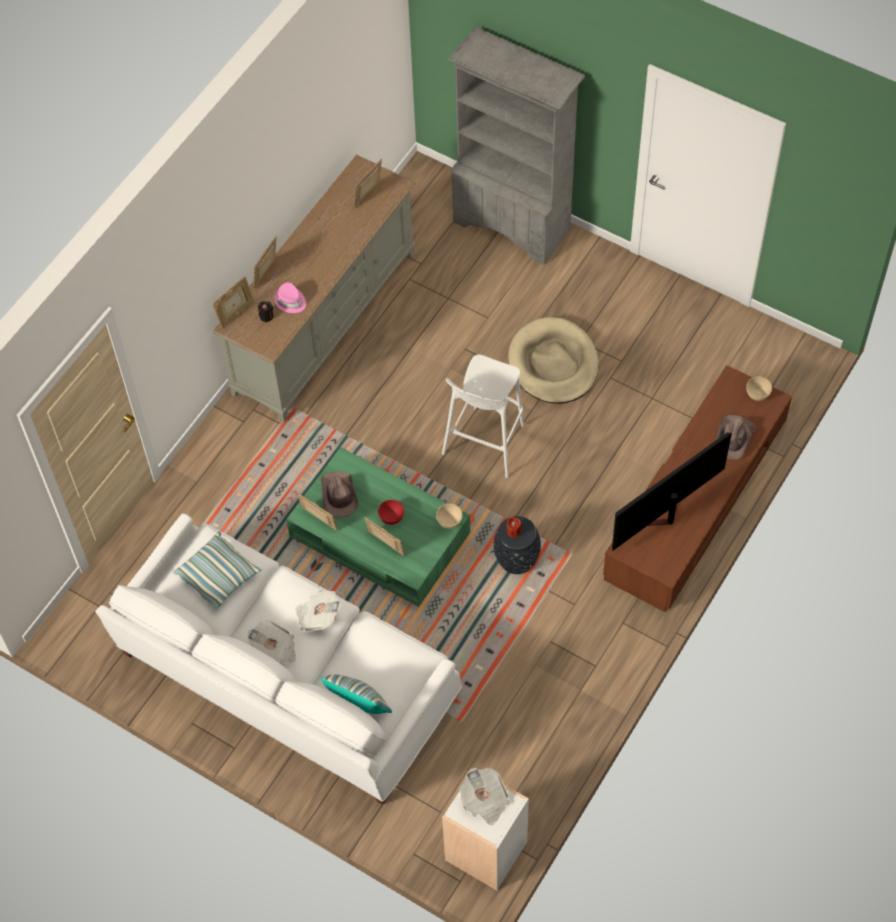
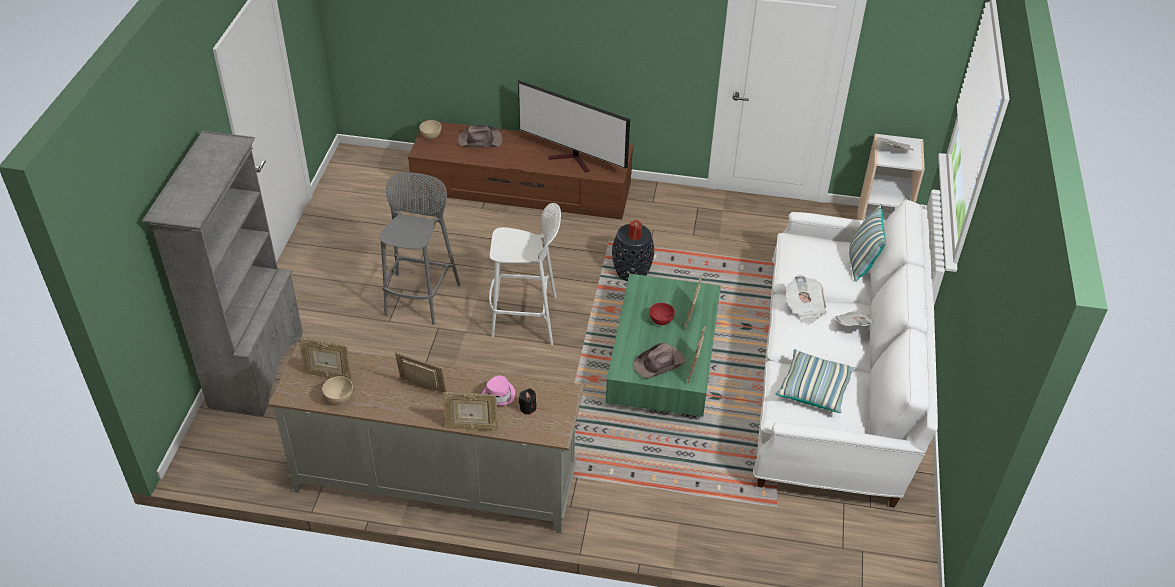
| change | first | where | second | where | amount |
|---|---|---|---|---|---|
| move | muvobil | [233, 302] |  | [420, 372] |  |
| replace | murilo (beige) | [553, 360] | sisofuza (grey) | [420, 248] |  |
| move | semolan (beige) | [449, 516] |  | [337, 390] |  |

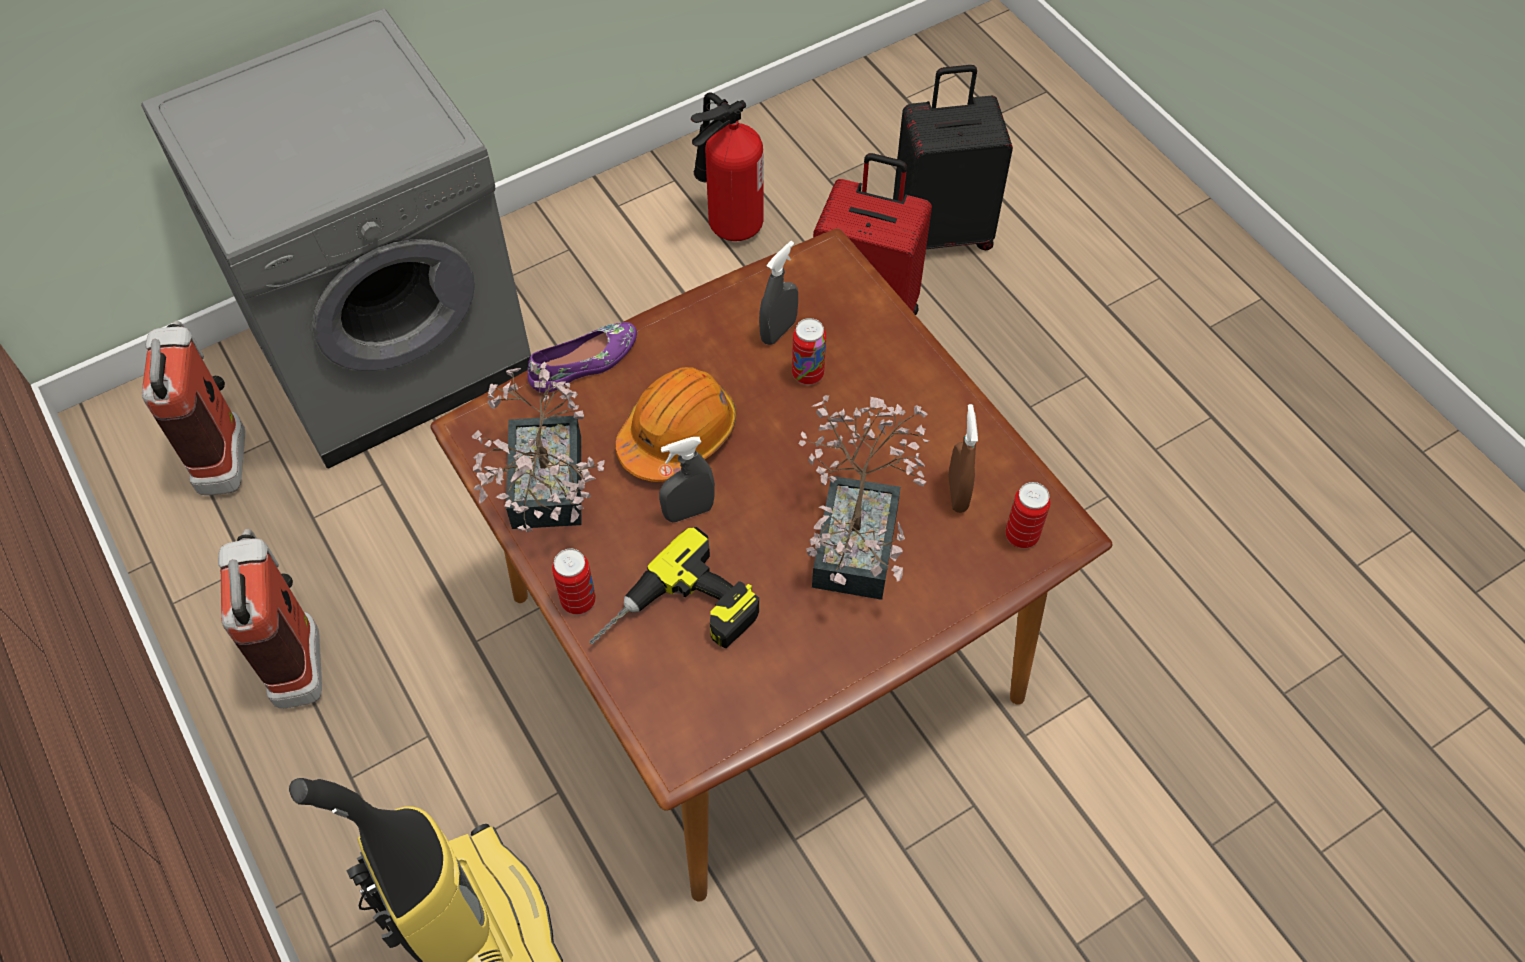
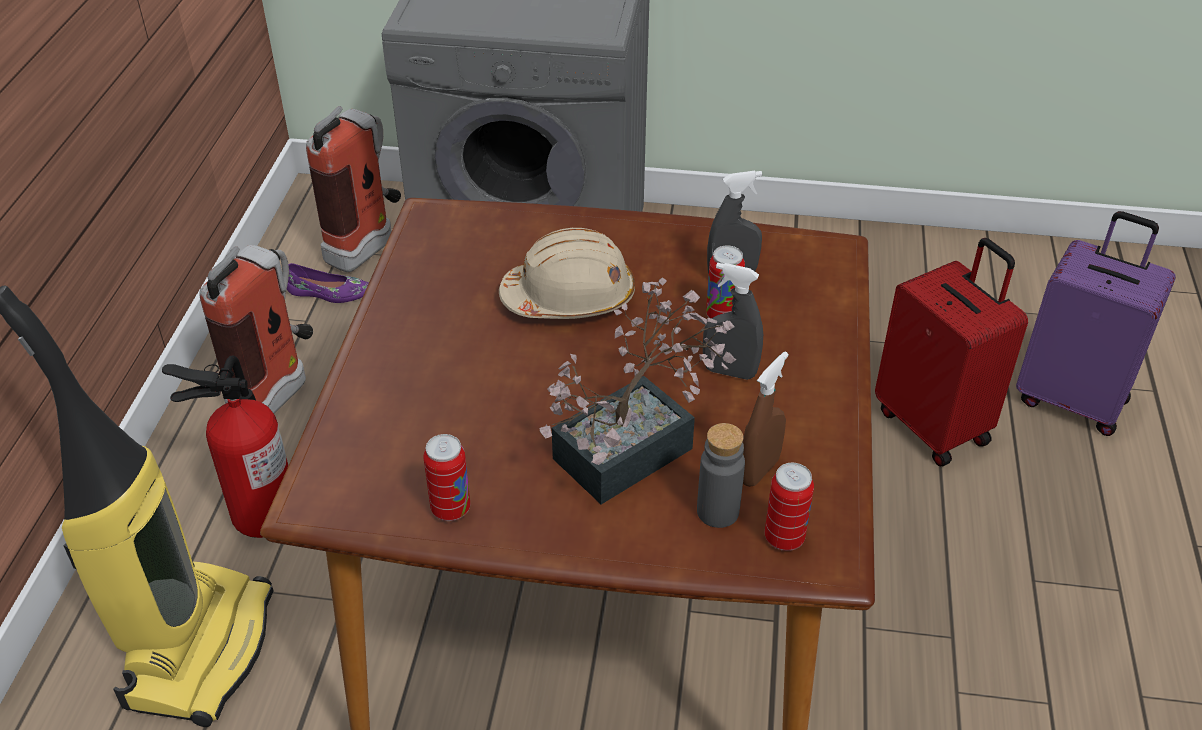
| change | first | where | second | where | amount |
|---|---|---|---|---|---|
| recolor | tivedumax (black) | [953, 157] | tivedumax (purple) | [1096, 323] |  |
| move | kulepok | [727, 167] |  | [225, 446] |  |
| move | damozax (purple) | [582, 357] |  | [328, 283] |  |
| delete | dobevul | [538, 447] |  |  |  |
| recolor | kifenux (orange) | [676, 424] | kifenux (beige) | [567, 273] |  |
| move | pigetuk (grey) | [687, 479] |  | [733, 321] |  |
| delete | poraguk | [674, 587] |  |  |  |
| move | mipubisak | [574, 582] |  | [446, 477] |  |
| insert |  |  | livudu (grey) | [721, 475] |  |

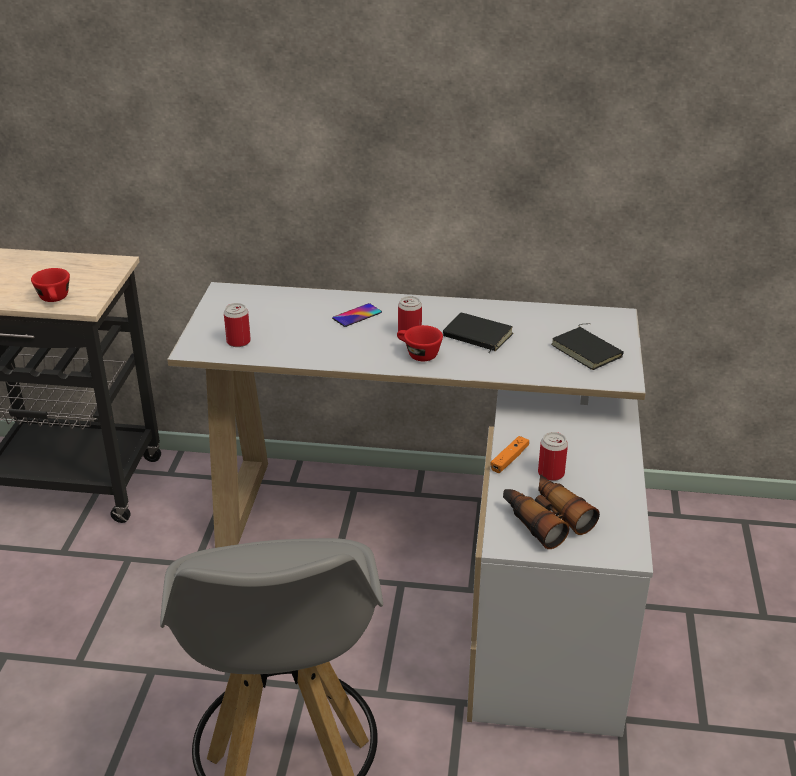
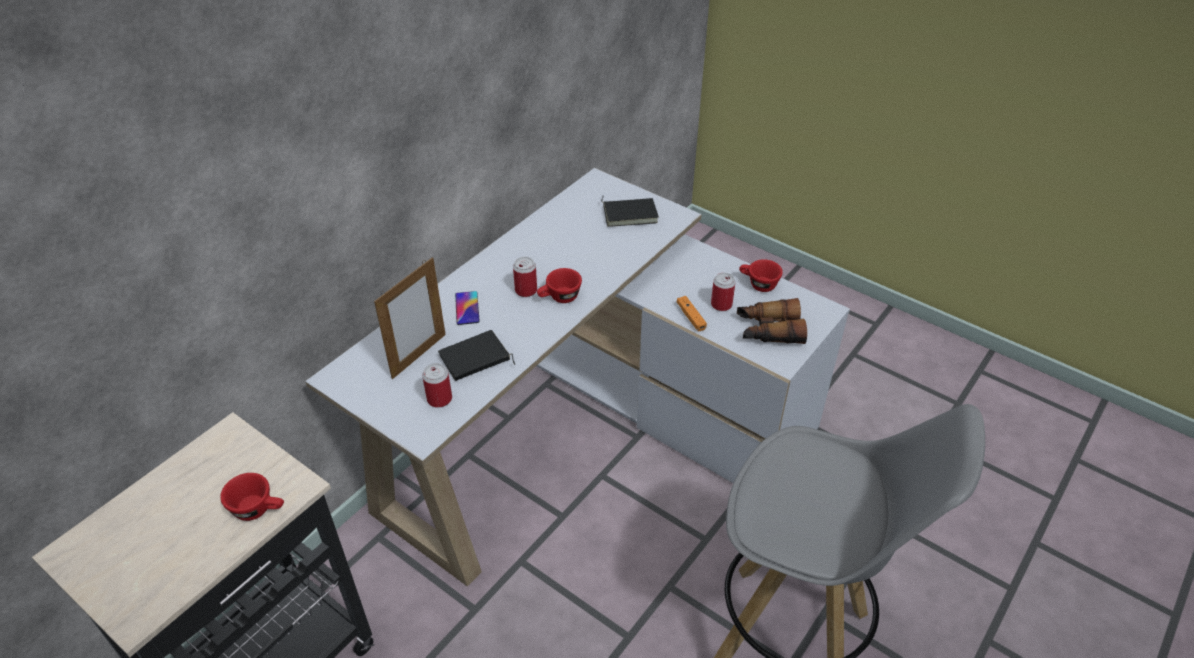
| change | first | where | second | where | amount |
|---|---|---|---|---|---|
| move | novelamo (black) | [478, 333] |  | [477, 355] |  |
| insert |  |  | muvobil | [410, 318] |  |
| insert |  |  | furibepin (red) | [761, 275] |  |

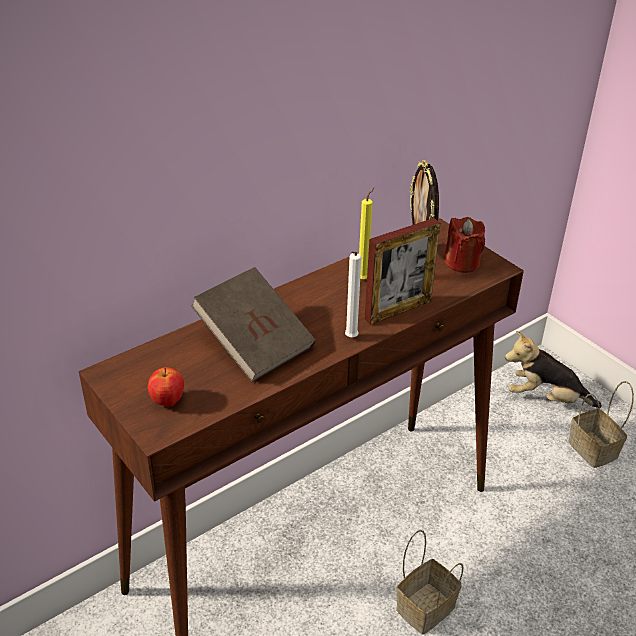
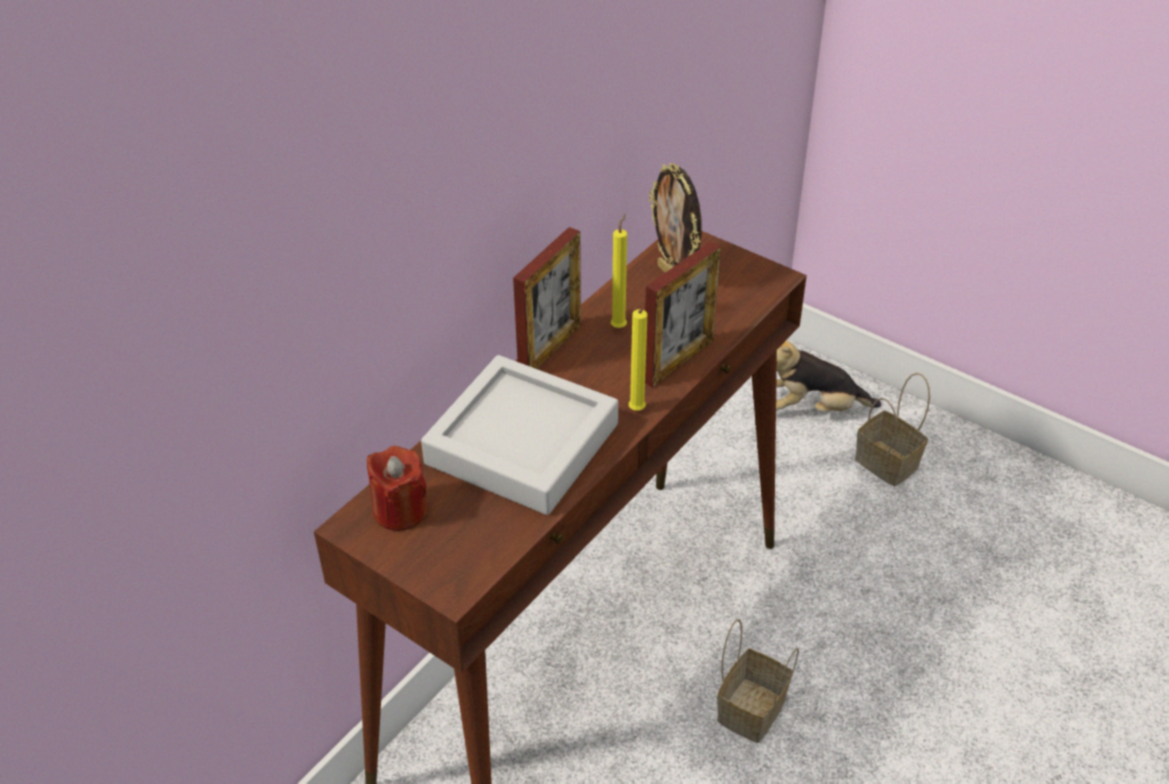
| change | first | where | second | where | amount |
|---|---|---|---|---|---|
| move | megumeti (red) | [464, 245] |  | [397, 488] |  |
| recolor | megumeti (white) | [353, 295] | megumeti (yellow) | [637, 360] |  |
| replace | novelamo (brown) | [253, 324] | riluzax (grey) | [519, 435] |  |
| delete | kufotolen | [166, 387] |  |  |  |
| insert |  |  | muvobil | [547, 298] |  |

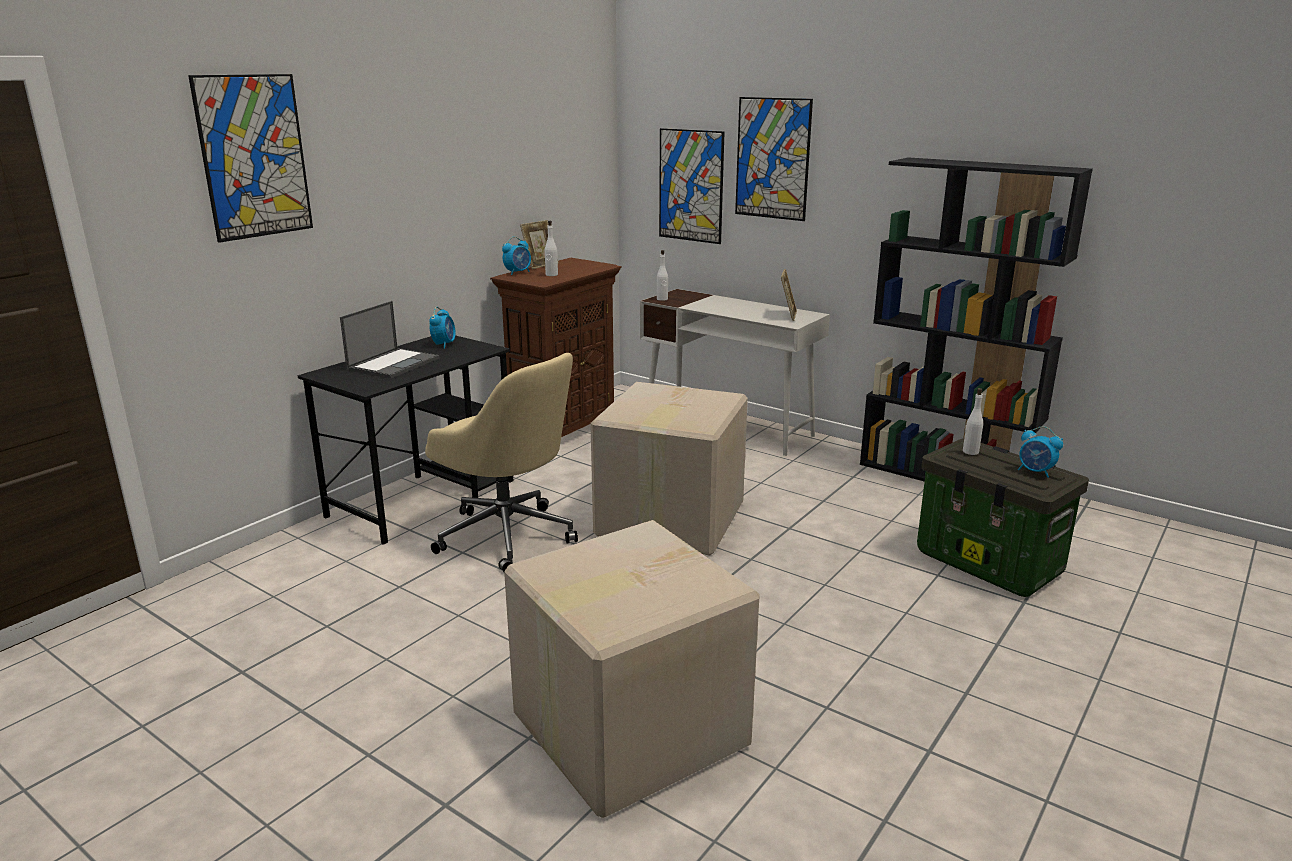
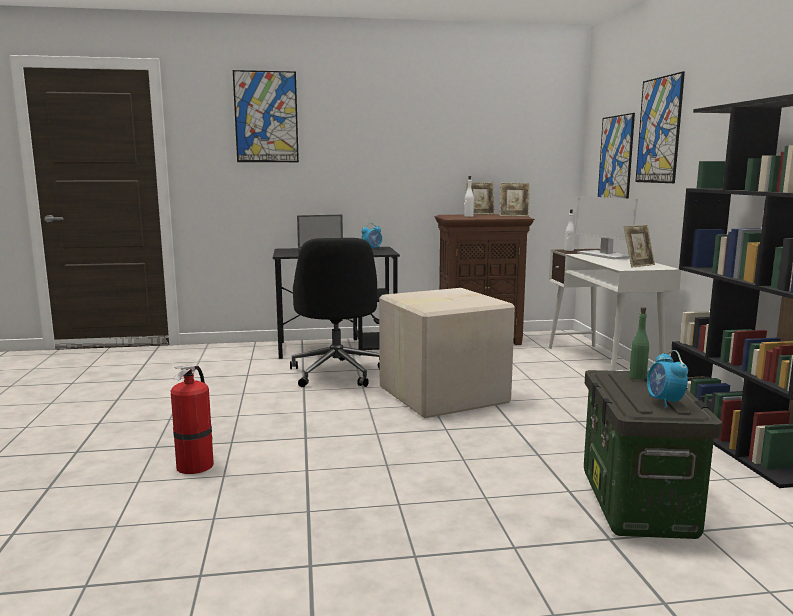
| change | first | where | second | where | amount |
|---|---|---|---|---|---|
| delete | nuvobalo | [516, 256] |  |  |  |
| recolor | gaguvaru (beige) | [501, 462] | gaguvaru (black) | [335, 312] |  |
| recolor | livudu (white) | [973, 421] | livudu (green) | [639, 343] |  |
| replace | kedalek | [632, 669] | kulepok | [192, 420] |  |
| insert |  |  | muvobil | [514, 200] |  |
| insert |  |  | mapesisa | [605, 227] |  |

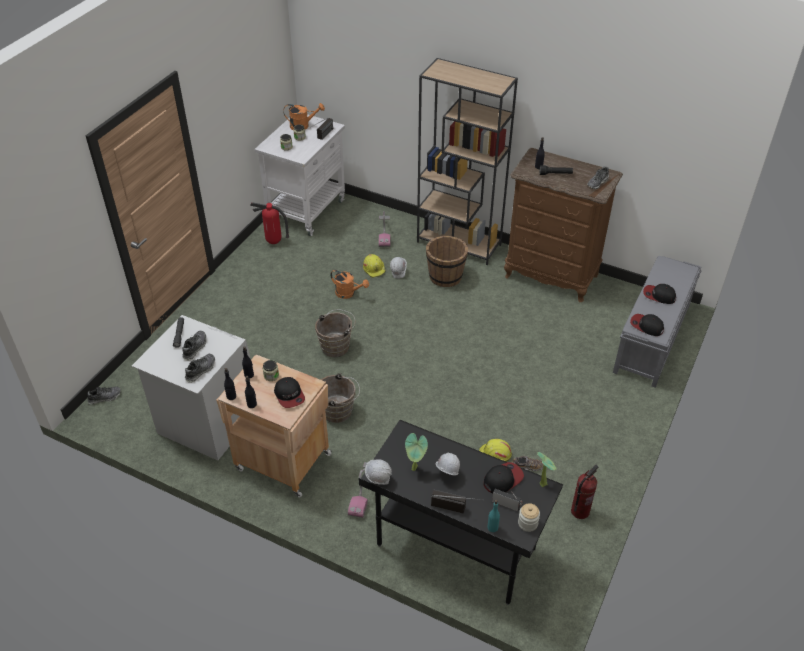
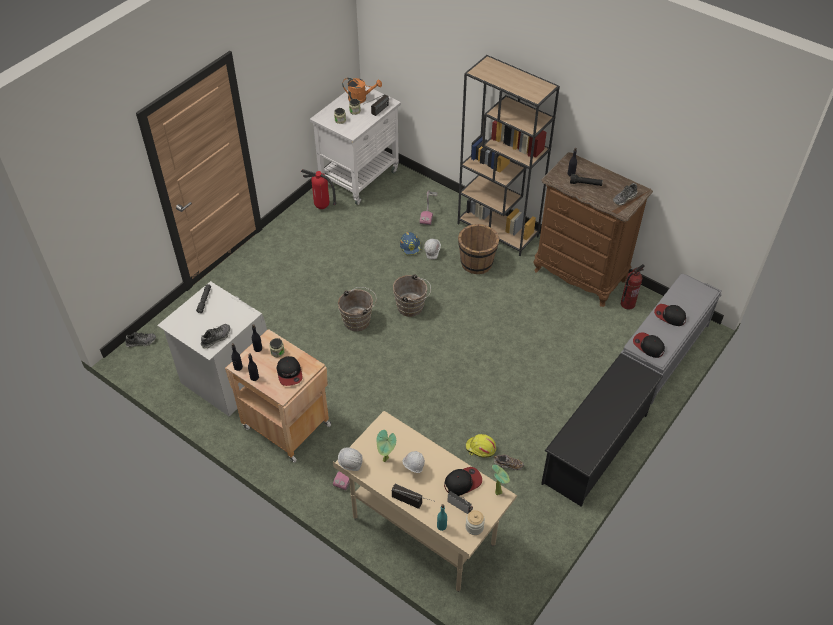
| change | first | where | second | where | amount |
|---|---|---|---|---|---|
| recolor | kifenux (yellow) | [374, 266] | kifenux (blue) | [410, 243] |  |
| delete | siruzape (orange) | [349, 284] |  |  |  |
| delete | damozax | [194, 346] |  |  |  |
| move | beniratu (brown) | [340, 398] |  | [412, 295] |  |
| recolor | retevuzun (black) | [461, 512] | retevuzun (beige) | [425, 501] |  |
| move | kulepok | [585, 492] |  | [633, 287] |  |
| insert |  |  | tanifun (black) | [602, 430] |  |

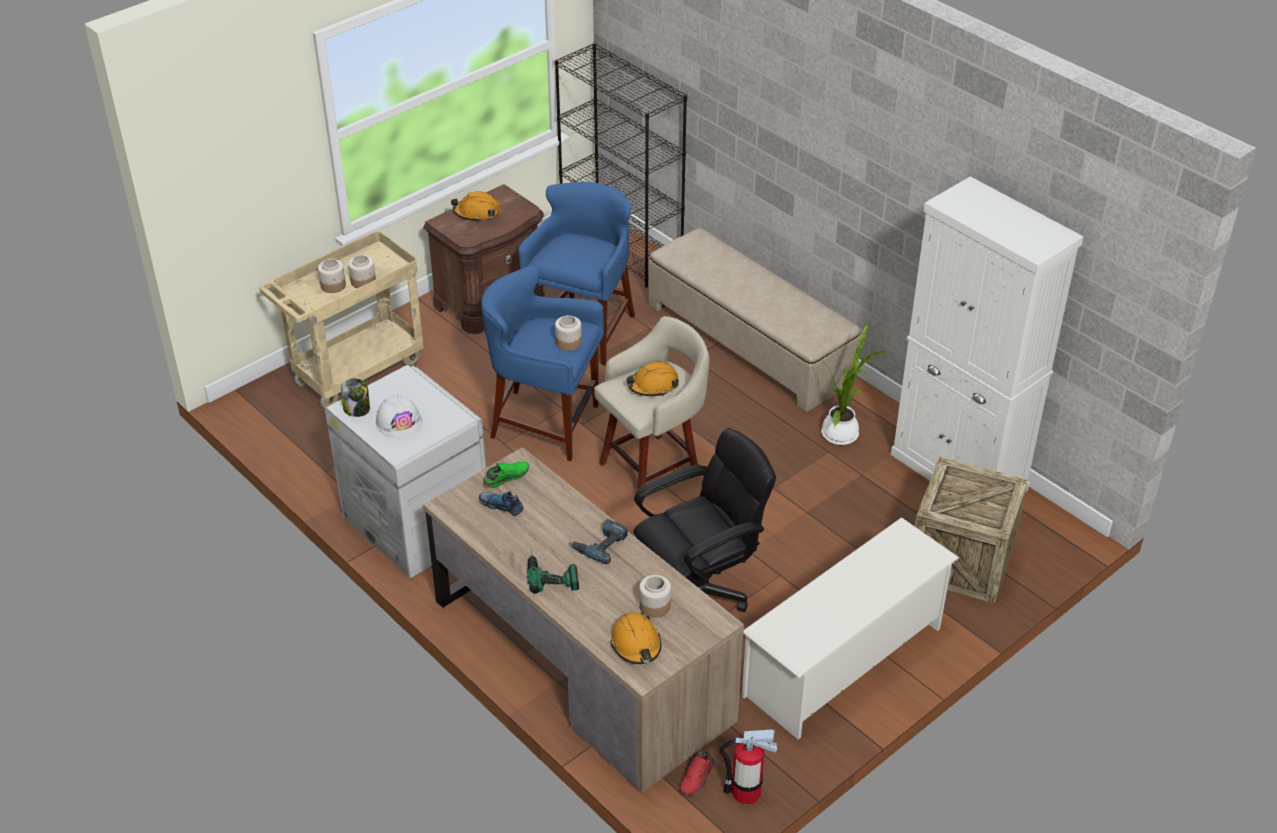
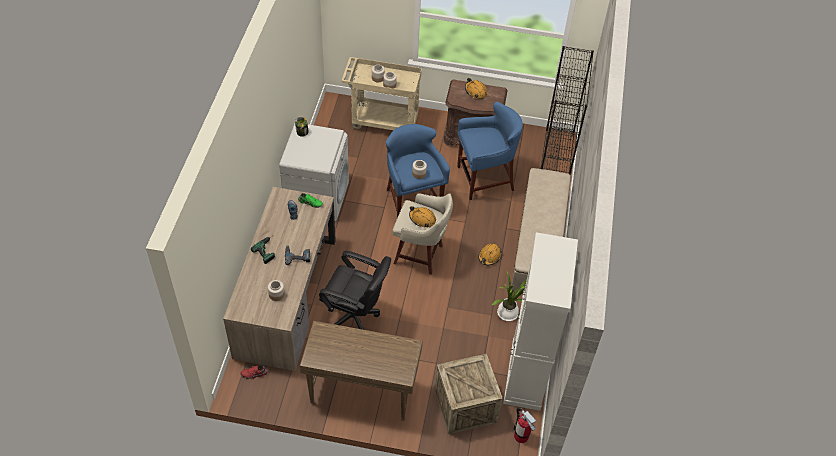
| change | first | where | second | where | amount |
|---|---|---|---|---|---|
| delete | kifenux (white) | [399, 416] |  |  |  |
| replace | tanifun (white) | [850, 628] | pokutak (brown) | [361, 371] |  |
| move | kifenux (orange) | [635, 638] |  | [490, 254] |  |
| move | kulepok | [748, 767] |  | [525, 425] |  |

